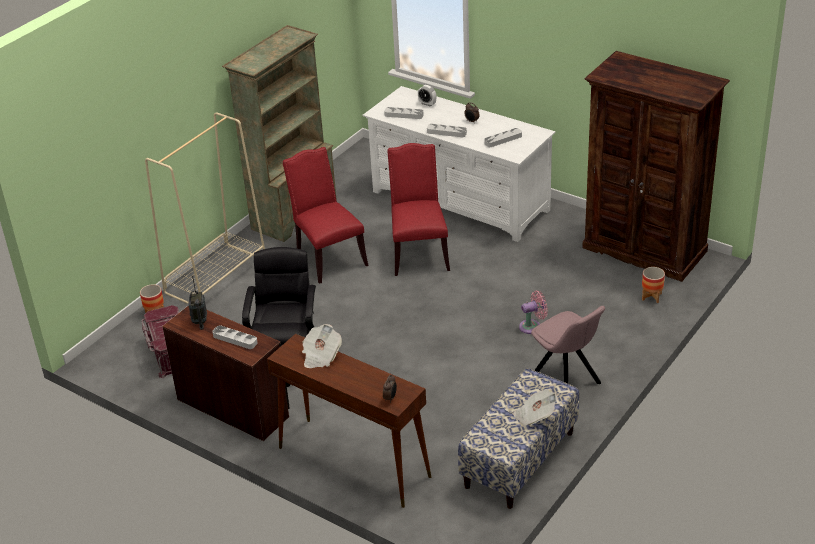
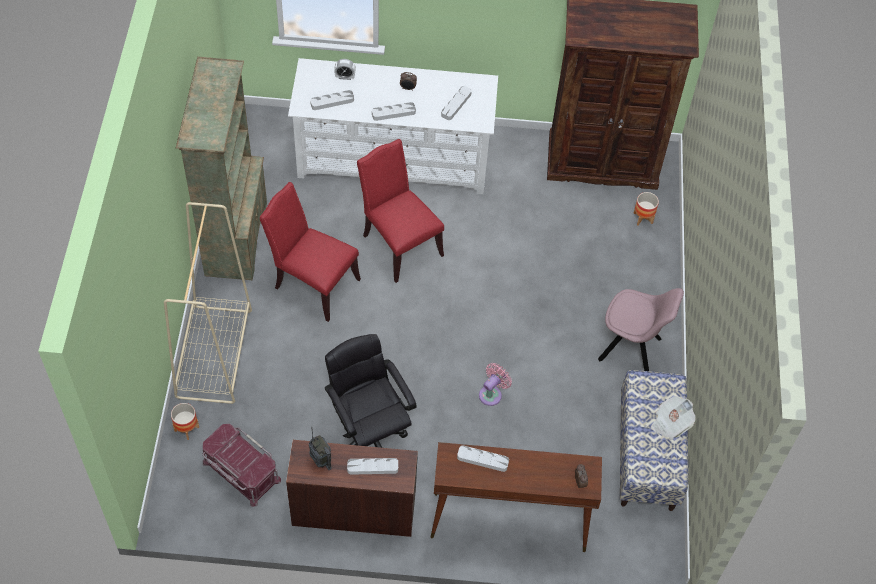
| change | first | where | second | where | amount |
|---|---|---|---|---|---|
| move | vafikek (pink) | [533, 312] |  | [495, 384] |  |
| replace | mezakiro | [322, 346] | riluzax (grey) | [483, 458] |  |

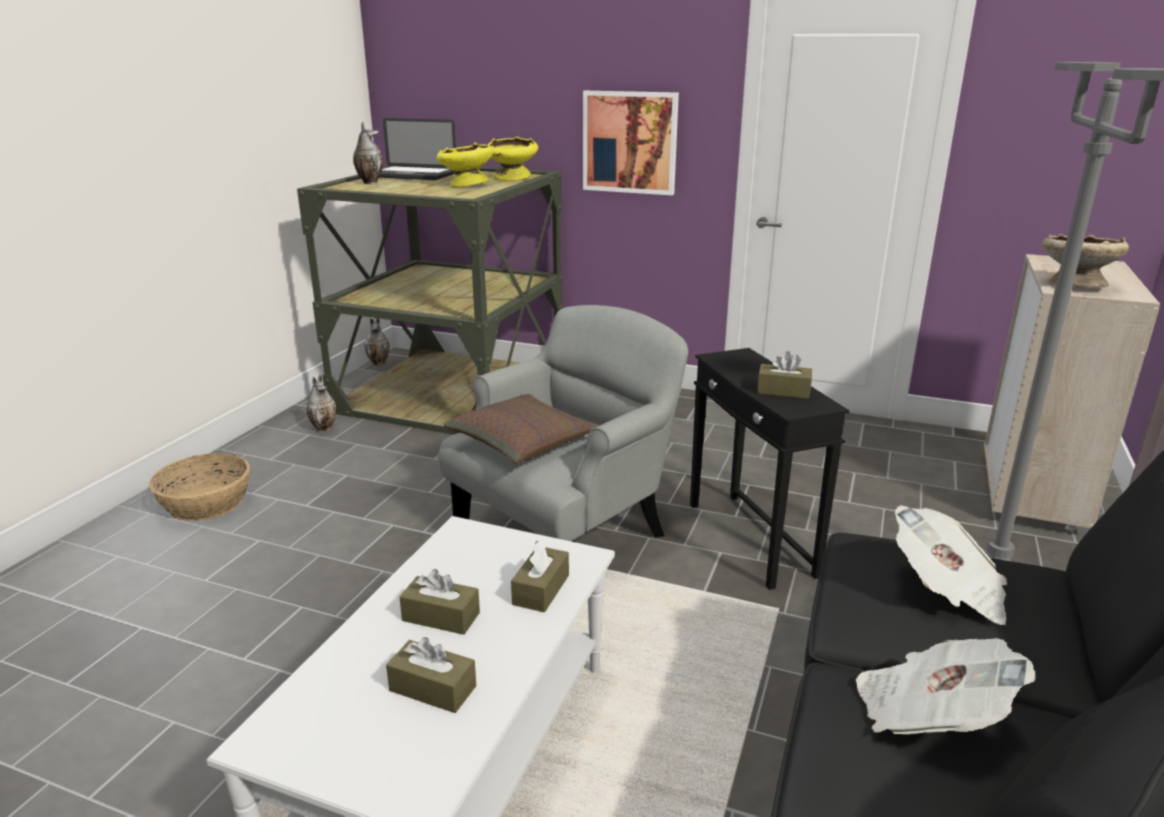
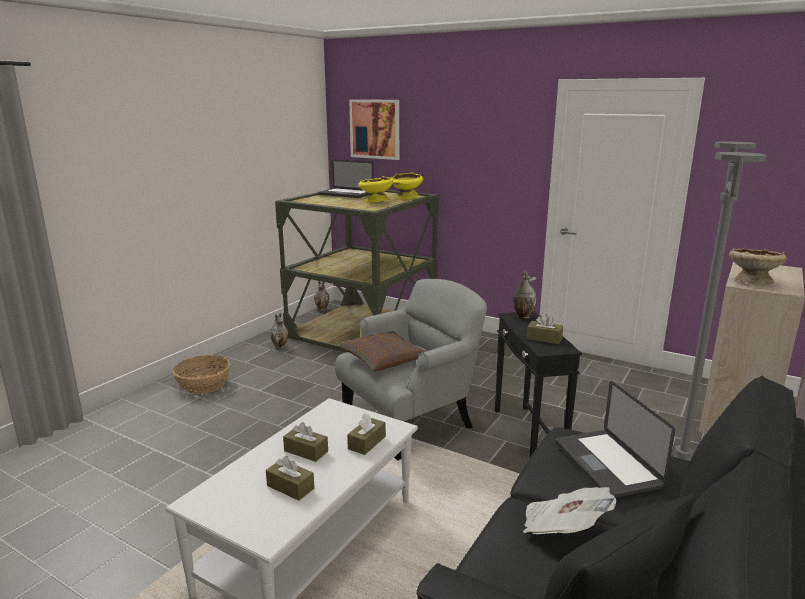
| change | first | where | second | where | amount |
|---|---|---|---|---|---|
| move | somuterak | [631, 143] |  | [374, 129] |  |
| move | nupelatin | [368, 153] |  | [525, 294] |  |
| replace | mezakiro | [951, 565] | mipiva | [615, 439] |  |

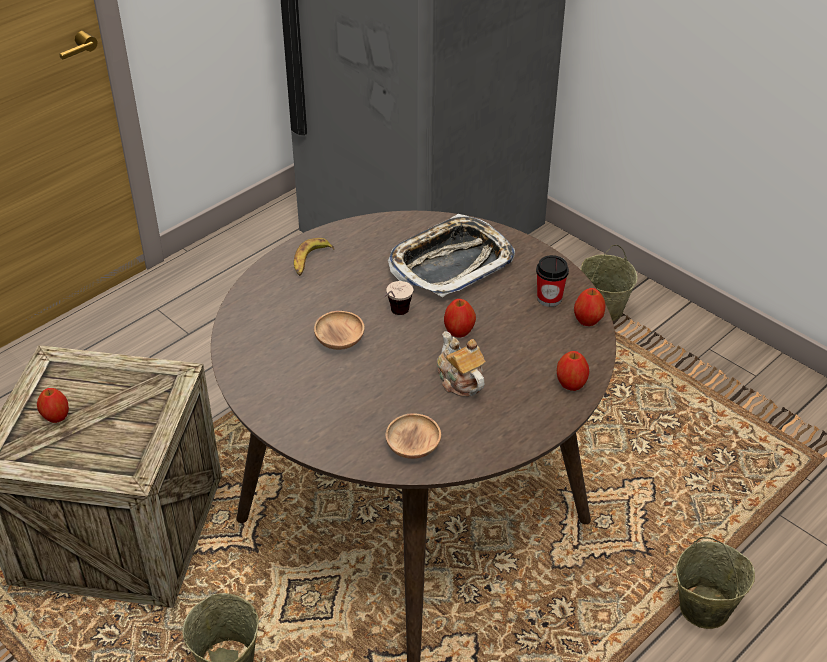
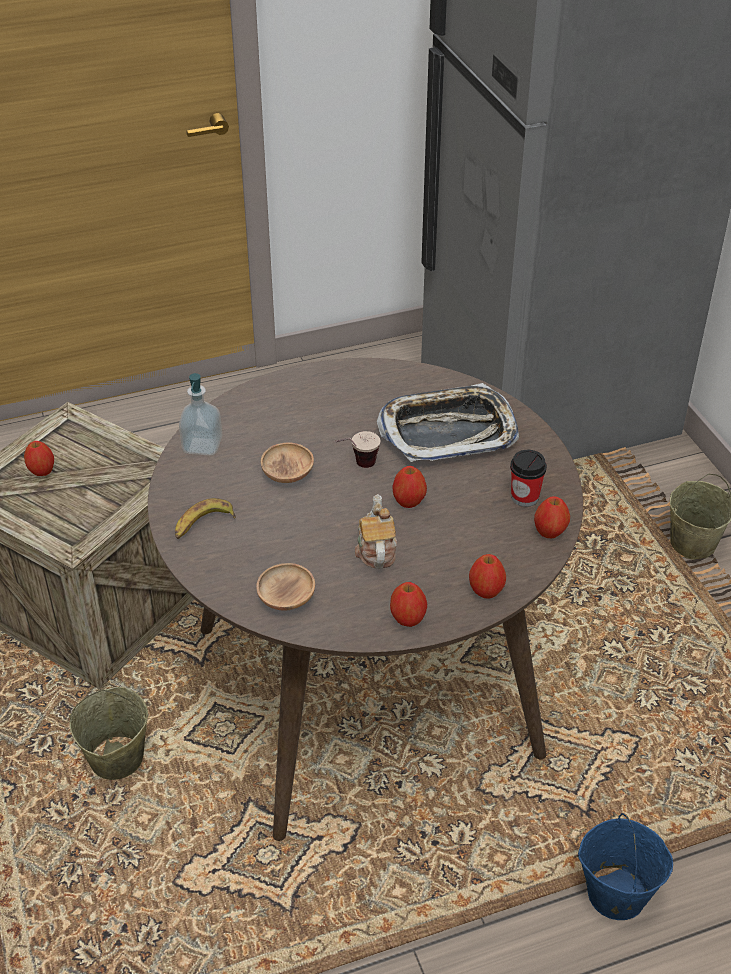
| change | first | where | second | where | amount |
|---|---|---|---|---|---|
| move | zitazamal | [314, 257] |  | [205, 518] |  |
| recolor | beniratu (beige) | [715, 583] | beniratu (blue) | [625, 866] |  |
| insert |  |  | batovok | [200, 414] |  |
| insert |  |  | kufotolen | [408, 604] |  |

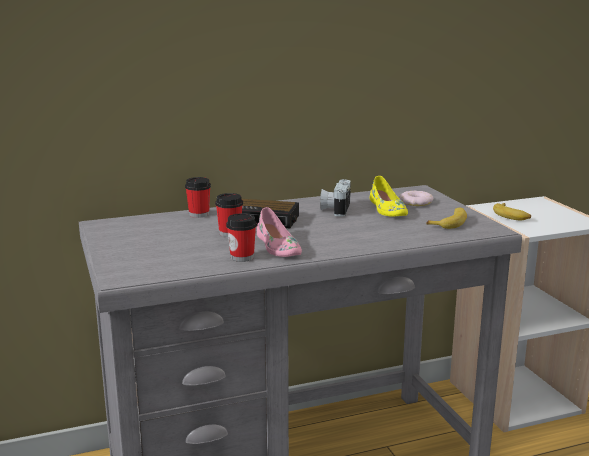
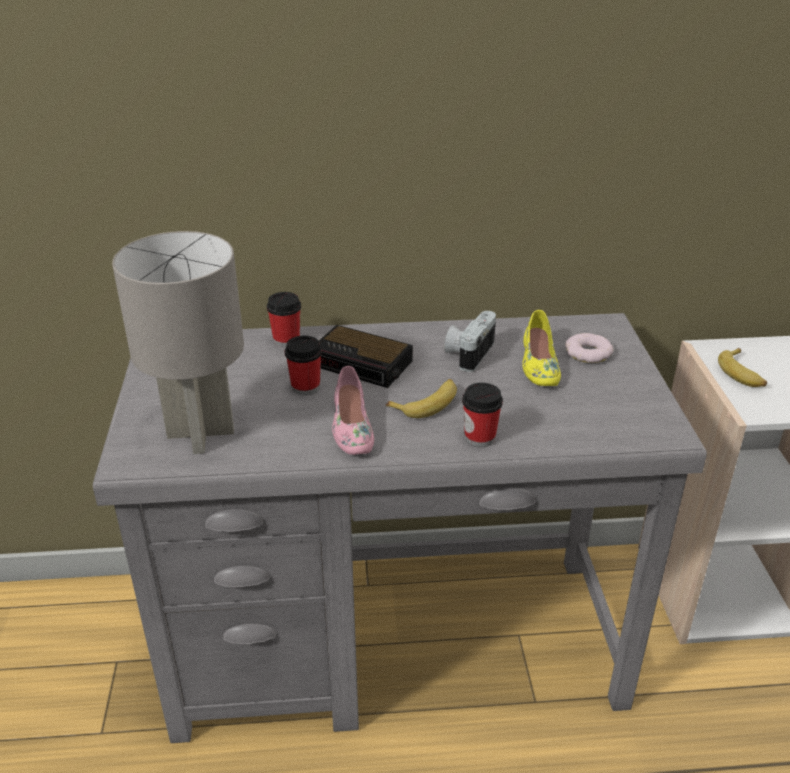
| change | first | where | second | where | amount |
|---|---|---|---|---|---|
| move | zitazamal | [446, 218] |  | [421, 398] |  |
| move | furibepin | [241, 237] |  | [482, 415] |  |
| insert |  |  | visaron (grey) | [178, 342] |  |

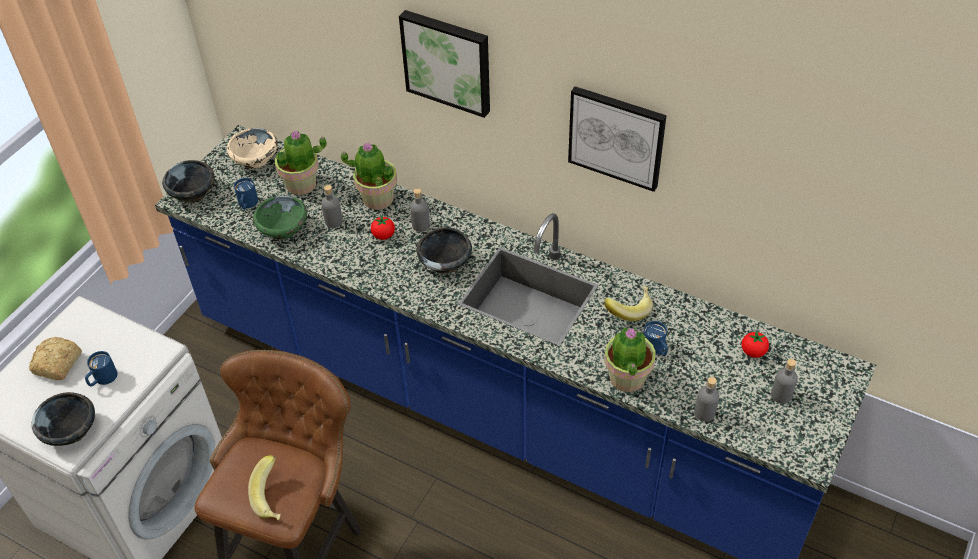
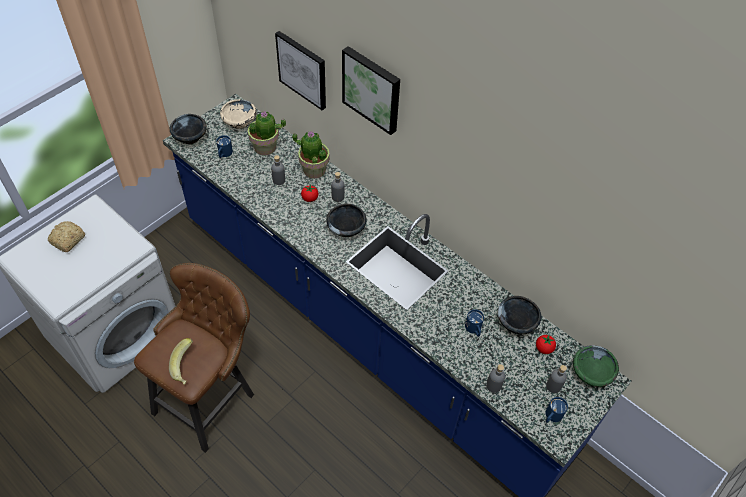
| change | first | where | second | where | amount |
|---|---|---|---|---|---|
| move | somuterak | [617, 139] |  | [300, 70] |  |
| move | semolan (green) | [280, 218] |  | [596, 366] |  |
| delete | zitazamal | [628, 303] |  |  |  |
| delete | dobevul | [630, 359] |  |  |  |
| move | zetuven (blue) | [101, 368] |  | [557, 410] |  |
| move | semolan (black) | [63, 419] |  | [519, 315] |  |

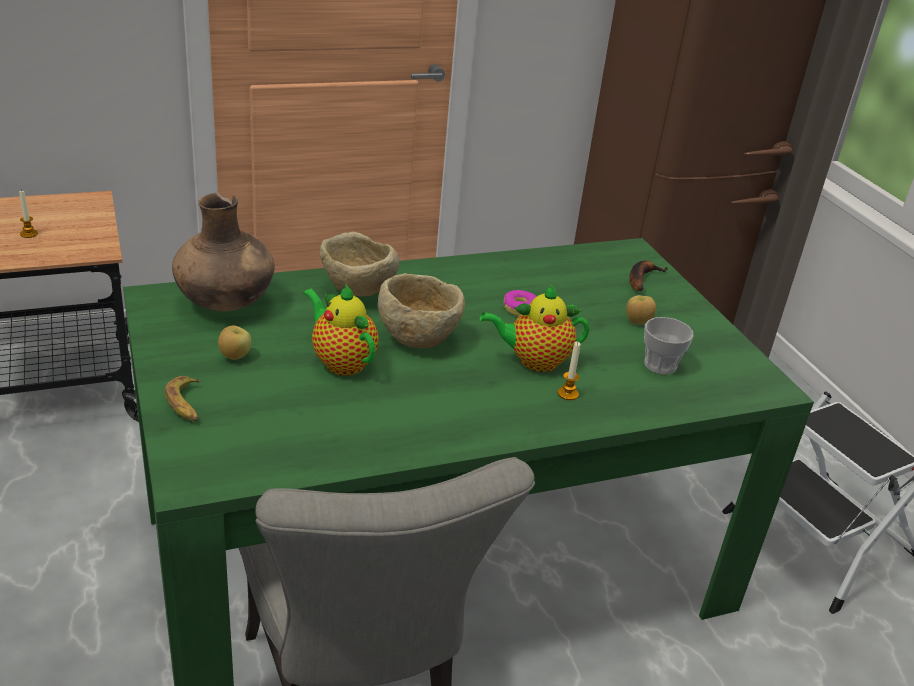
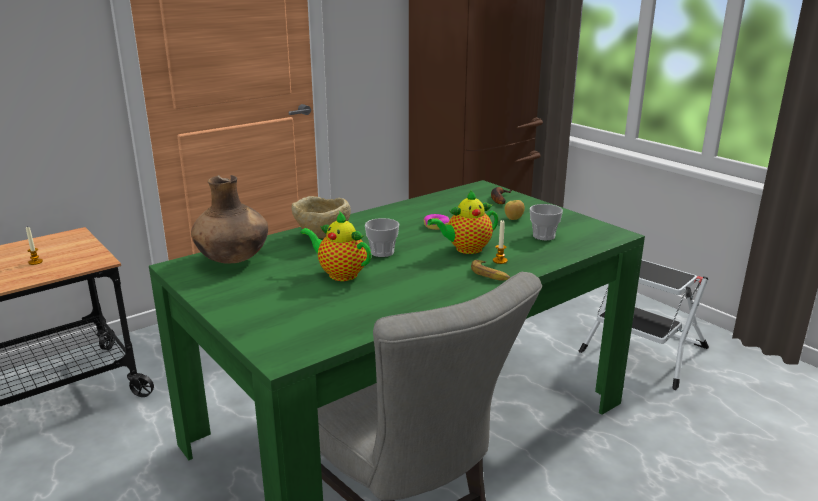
| change | first | where | second | where | amount |
|---|---|---|---|---|---|
| replace | semolan (beige) | [421, 310] | furibepin | [382, 237] |  |
| delete | kufotolen | [234, 342] |  |  |  |
| move | zitazamal | [182, 398] |  | [490, 270] |  |

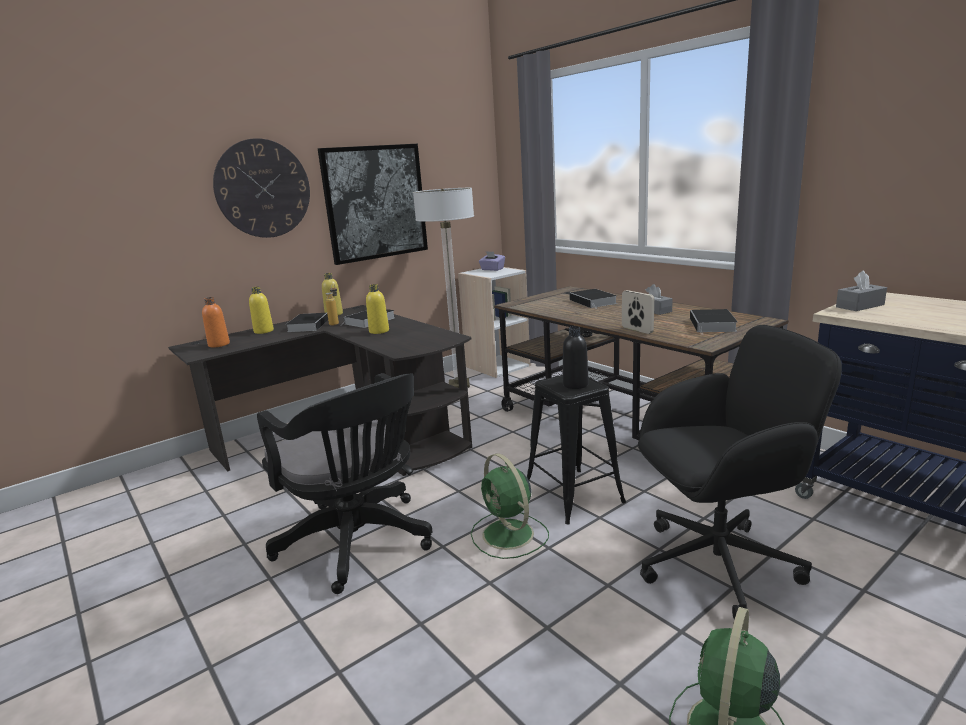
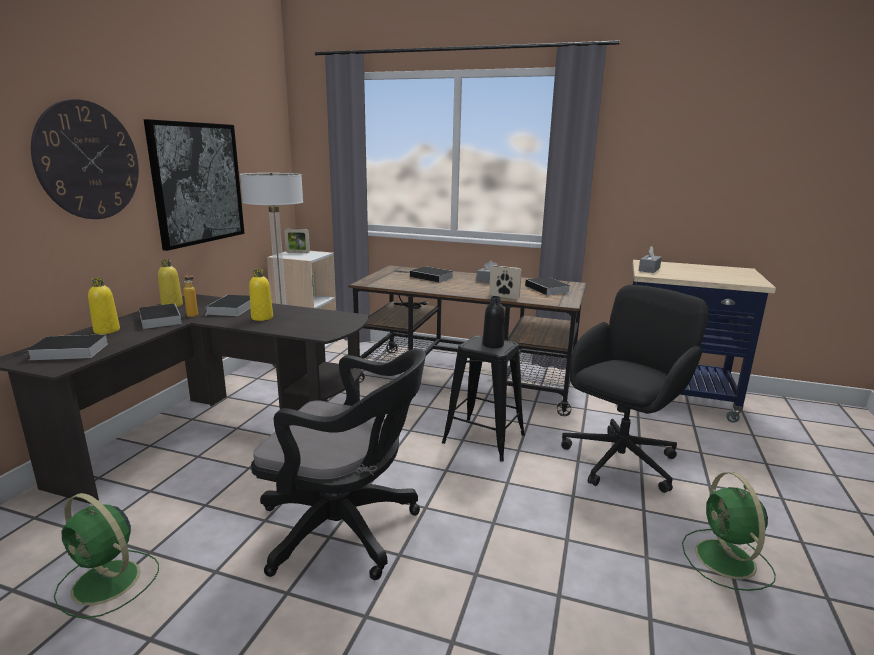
| change | first | where | second | where | amount |
|---|---|---|---|---|---|
| replace | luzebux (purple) | [492, 261] | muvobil | [297, 241] |  |
| replace | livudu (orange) | [216, 322] | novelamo | [67, 347] |  |
| move | vafikek (green) | [510, 506] |  | [106, 556] |  |

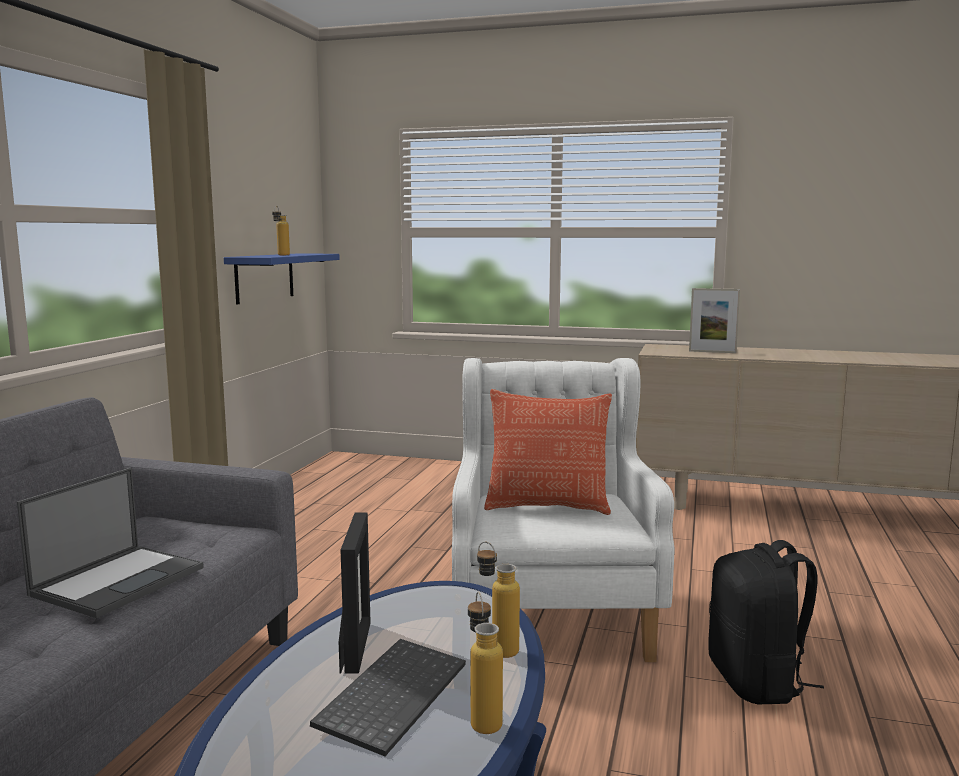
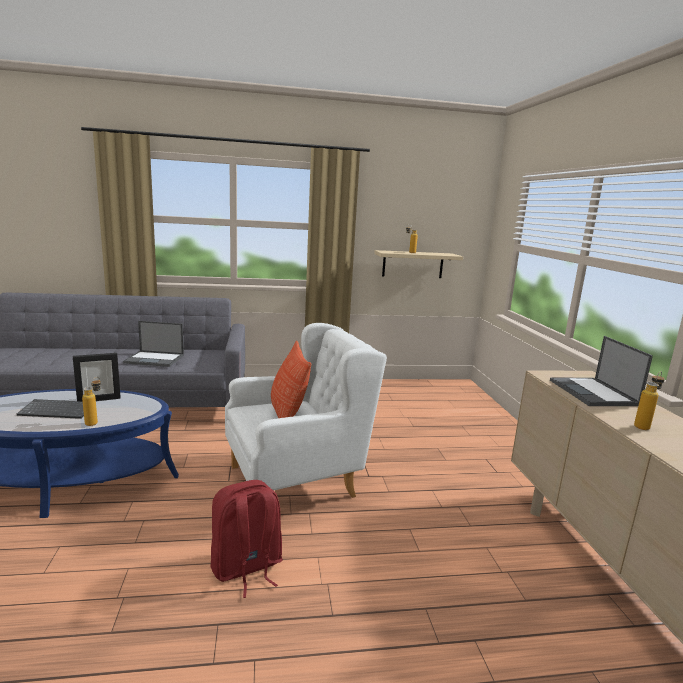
| change | first | where | second | where | amount |
|---|---|---|---|---|---|
| recolor | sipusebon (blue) | [282, 279] | sipusebon (beige) | [418, 264] |  |
| replace | muvobil | [714, 320] | mipiva | [601, 371] |  |
| recolor | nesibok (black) | [766, 622] | nesibok (red) | [247, 539] |  |
| move | livudu | [485, 663] |  | [649, 400] |  |

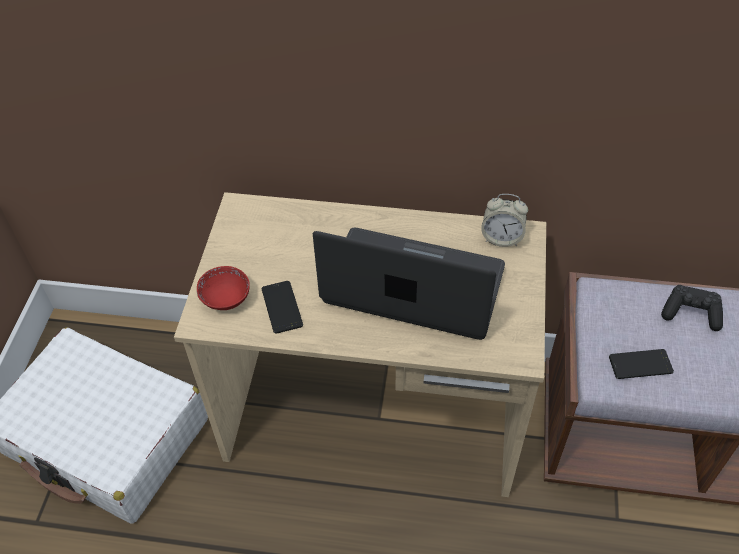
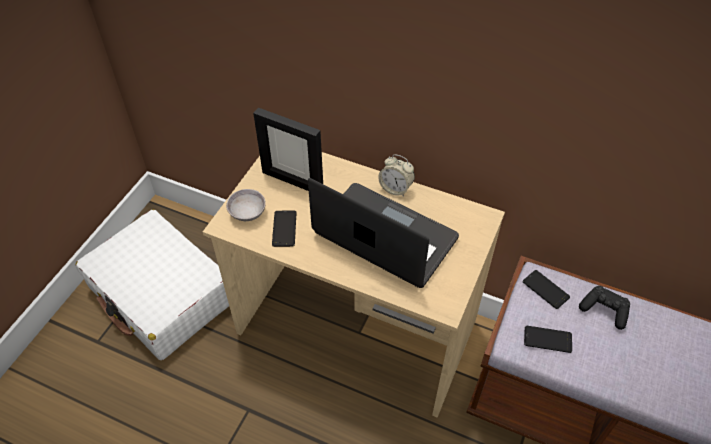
| change | first | where | second | where | amount |
|---|---|---|---|---|---|
| move | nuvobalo | [504, 220] |  | [396, 175] |  |
| recolor | semolan (red) | [223, 288] | semolan (grey) | [246, 205] |  |
| insert |  |  | muvobil | [288, 149] |  |
| insert |  |  | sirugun | [546, 289] |  |

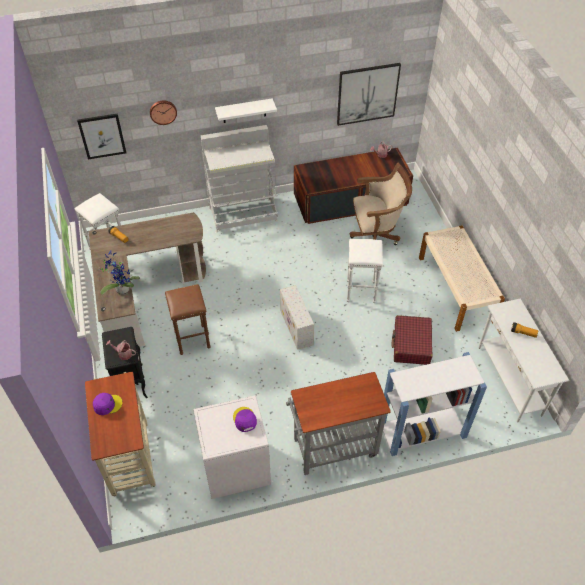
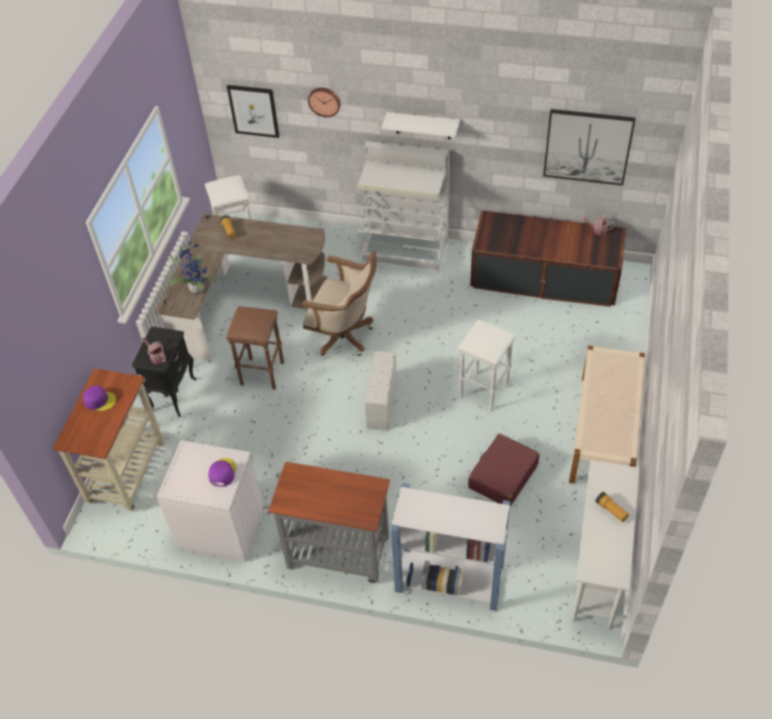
| change | first | where | second | where | amount |
|---|---|---|---|---|---|
| move | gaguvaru | [381, 203] |  | [339, 303] |  |

